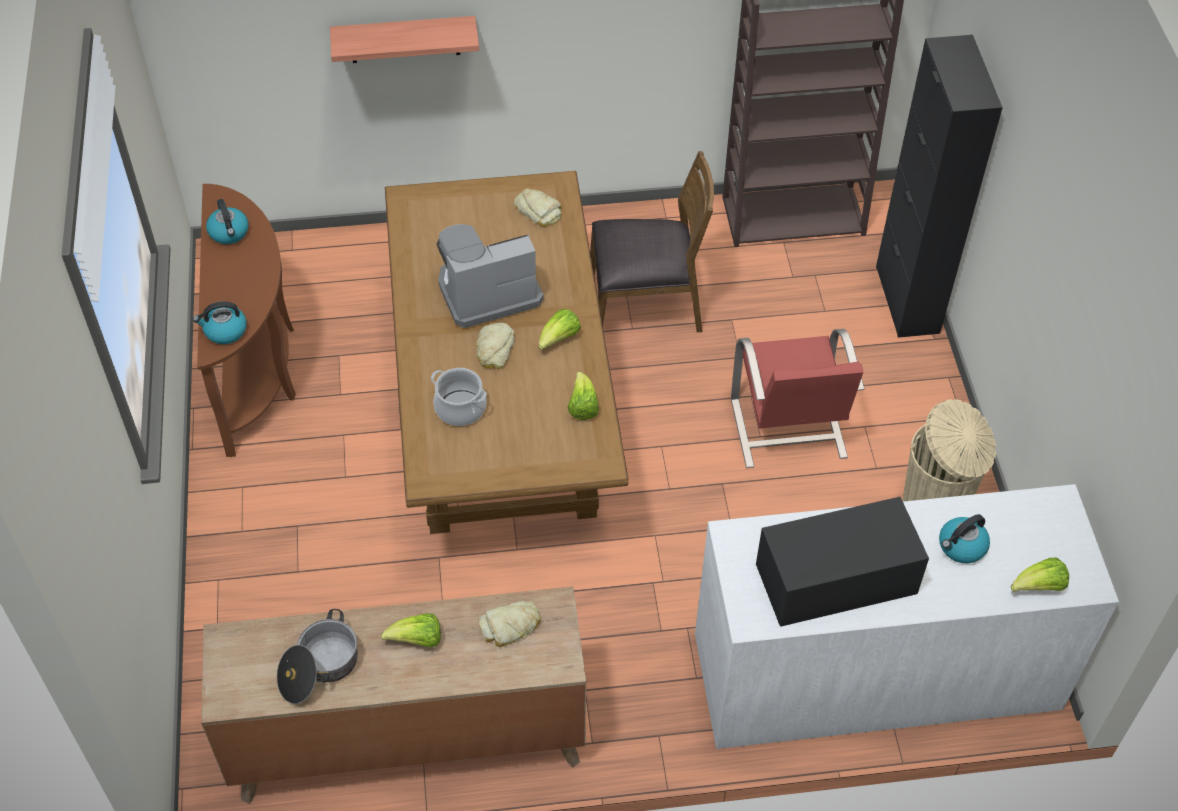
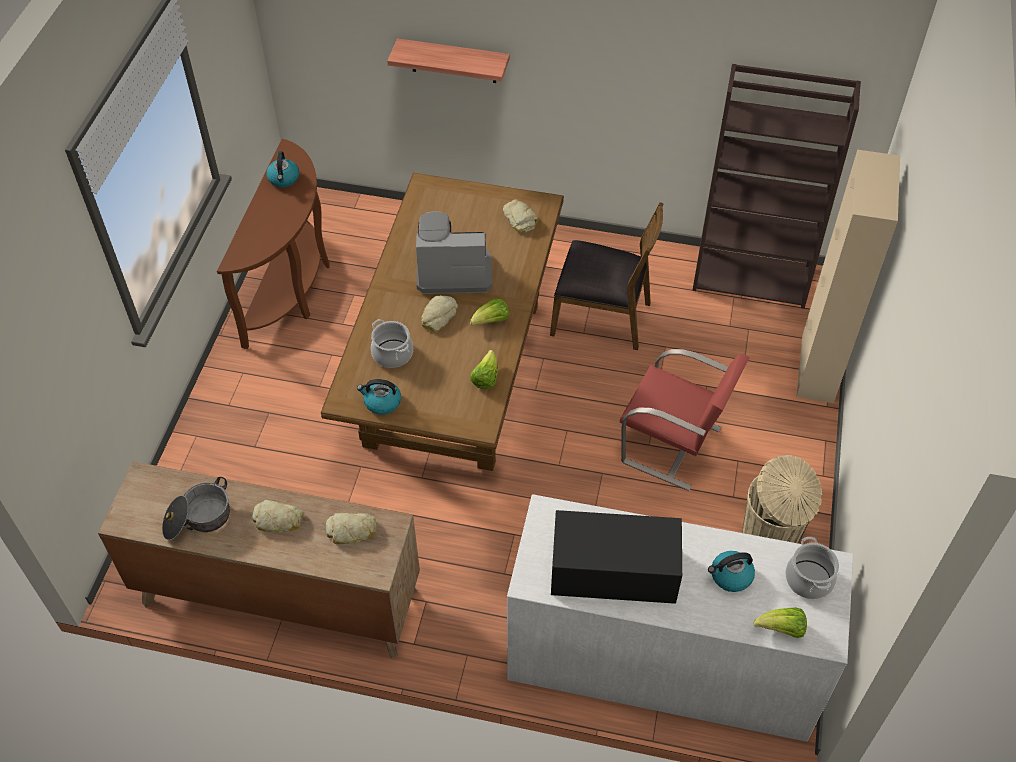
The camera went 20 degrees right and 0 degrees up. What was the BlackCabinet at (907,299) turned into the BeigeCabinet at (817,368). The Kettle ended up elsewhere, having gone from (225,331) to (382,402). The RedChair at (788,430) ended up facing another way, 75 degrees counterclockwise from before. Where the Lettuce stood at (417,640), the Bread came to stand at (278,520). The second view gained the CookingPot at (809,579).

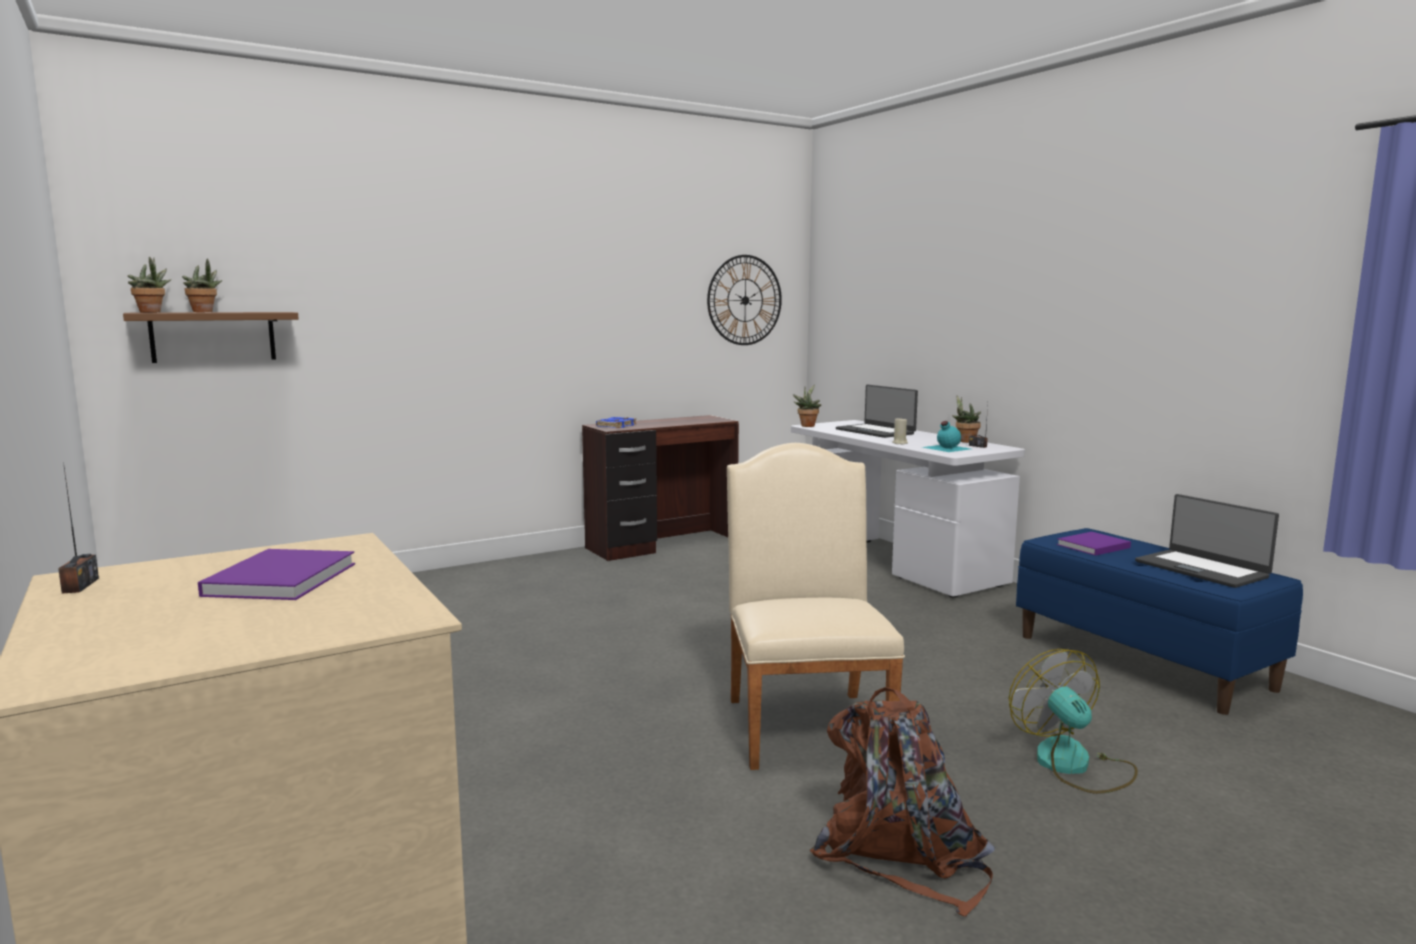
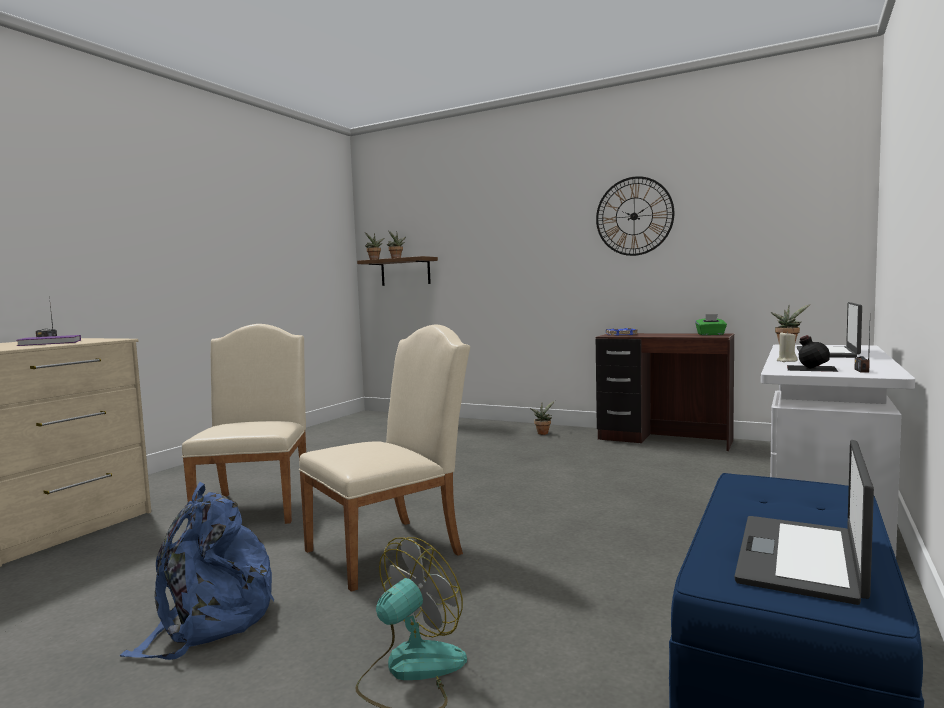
The camera went 60 degrees right and 5 degrees down. The WallClock ended up elsewhere, having gone from (745,300) to (634,216). The PottedPlant ended up elsewhere, having gone from (965,441) to (543,433). What was the TurquoiseBottle at (946,448) turned into the BlackBottle at (810,368). The second view lost the PurpleBook at (1092,546). What was the BrownBackpack at (901,853) turned into the BlueBackpack at (208,620). The second view gained the GreenTissueBox at (710,334). The second view gained the BeigeChair at (257,505).

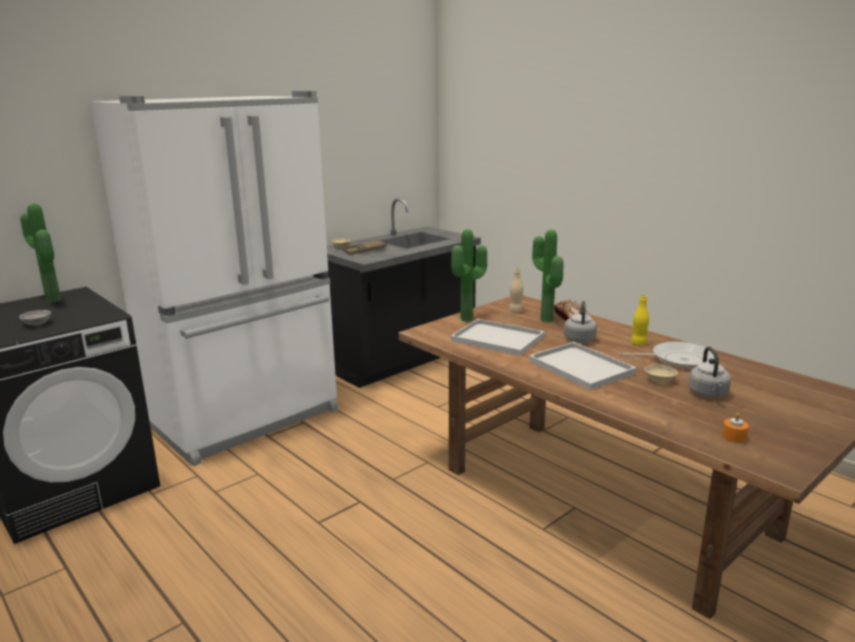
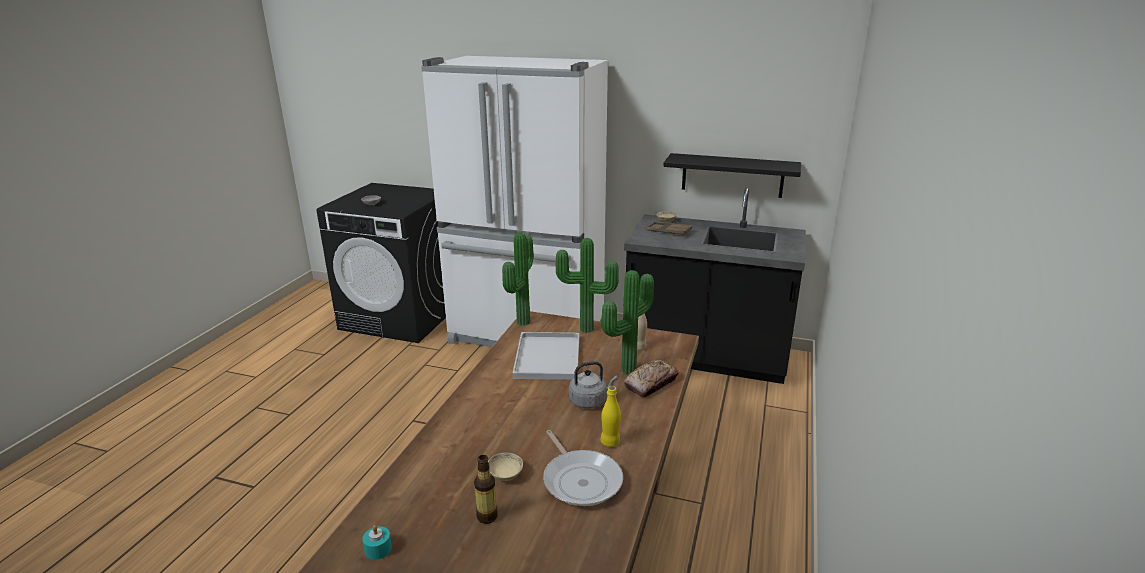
The camera went 60 degrees right and 5 degrees up. The PottedPlant ended up elsewhere, having gone from (50,301) to (520,322). The second view lost the WhiteTray at (583,367). Where the GreyKettle stood at (708,394), the Bottle came to stand at (487,516). What was the OrangeCandle at (734,437) turned into the TurquoiseCandle at (378,549). The second view gained the BlackShelf at (732,175).

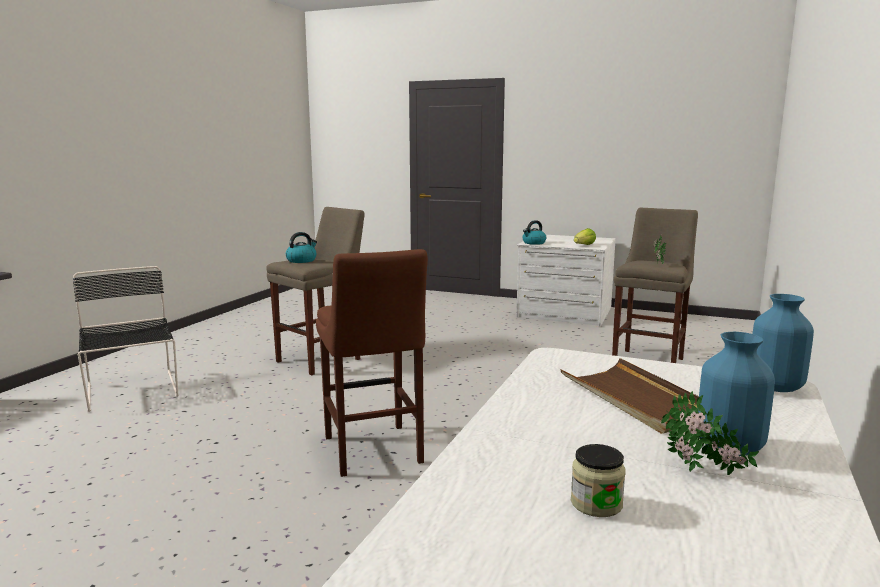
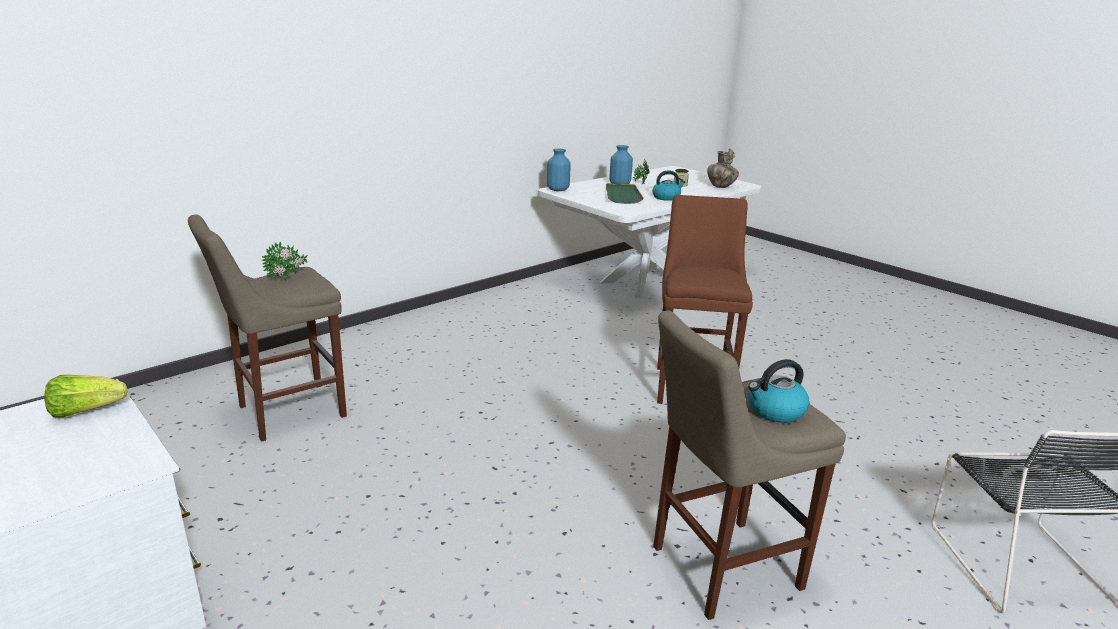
The camera went 155 degrees left and 10 degrees up. The Kettle ended up elsewhere, having gone from (533,243) to (666,197). What was the BrownTray at (637,399) turned into the GreenTray at (622,195). The second view gained the Vase at (720,186).

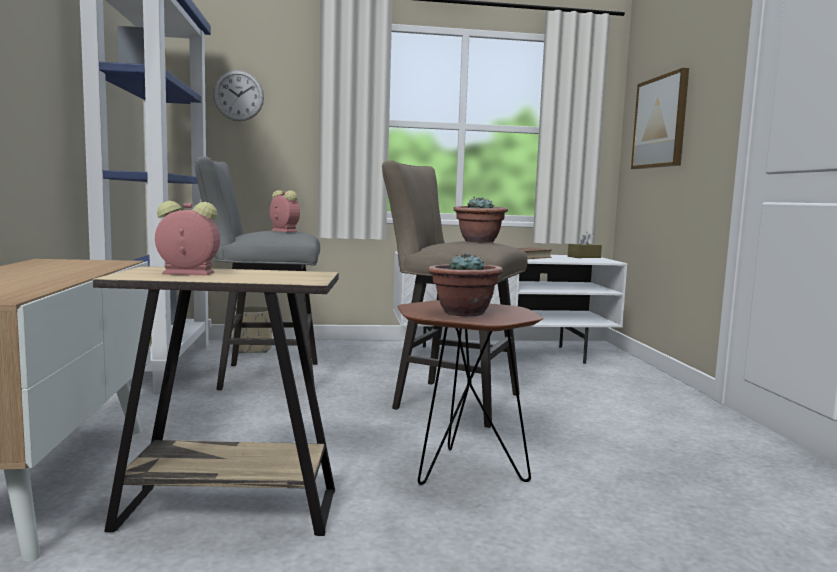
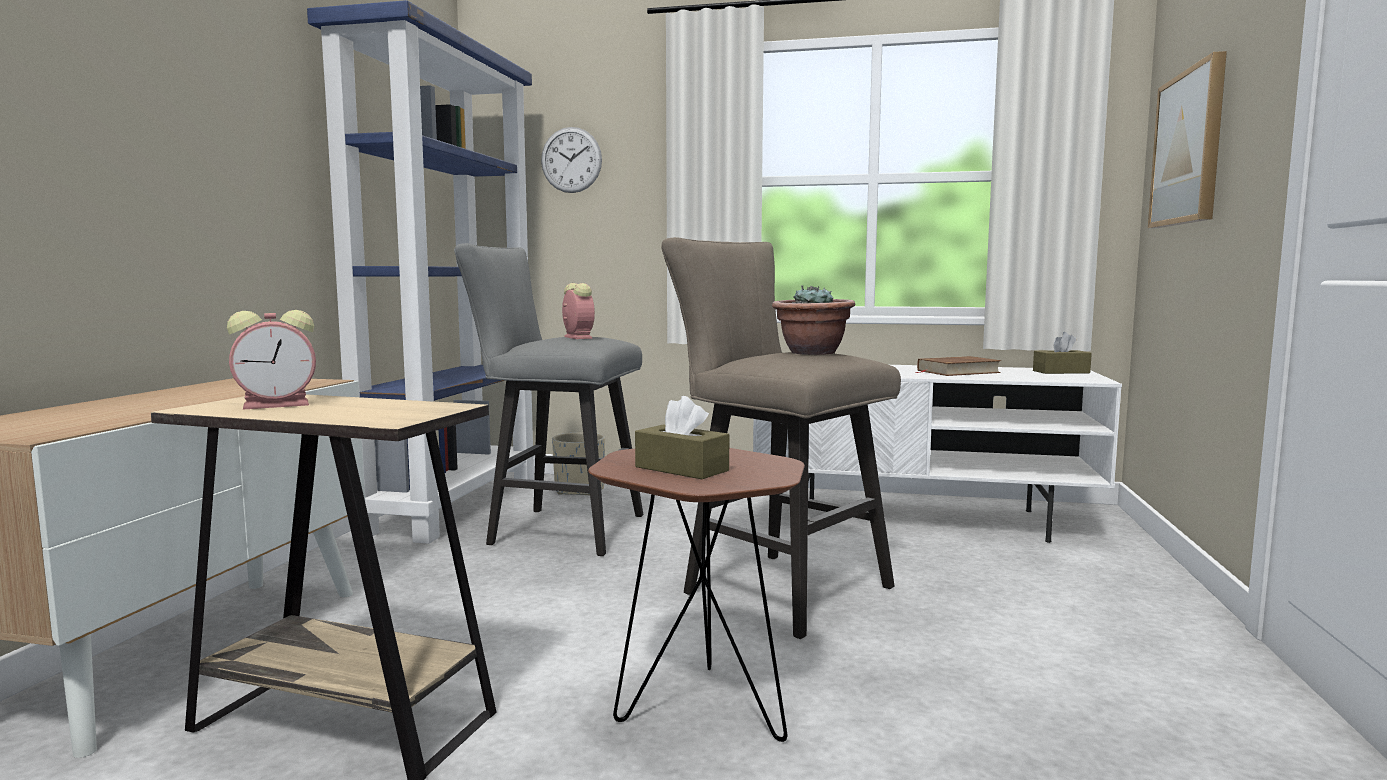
The camera went 20 degrees right and 0 degrees up. The AlarmClock at (186,273) ended up facing another way, 135 degrees clockwise from before. Where the PottedPlant stood at (463,313), the BrownTissueBox came to stand at (681,469).

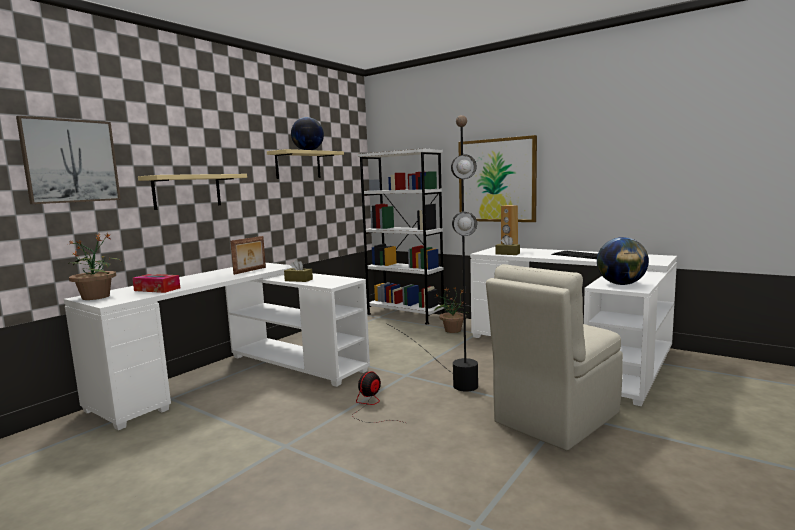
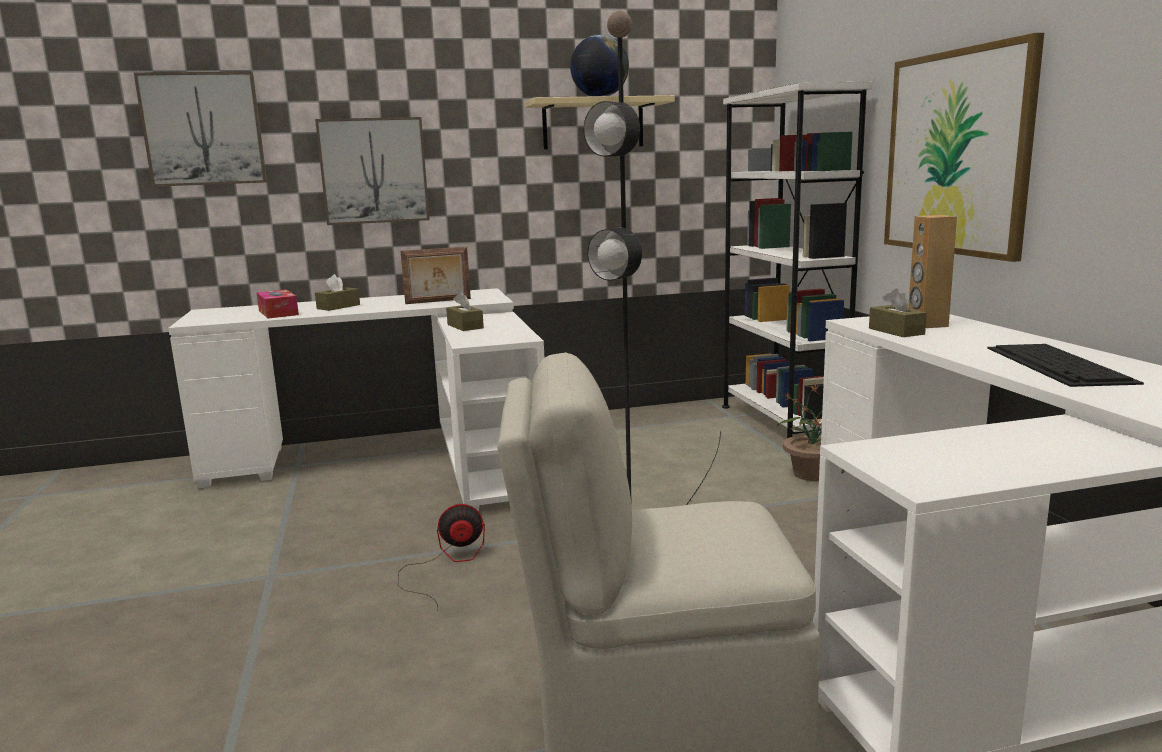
The camera went 40 degrees right and 5 degrees up. Where the BeigeShelf hung at (187,191), the Picture came to hang at (374,171). The second view lost the PottedPlant at (96,297). The second view lost the Globe at (621,284). The second view gained the BrownTissueBox at (338,307).

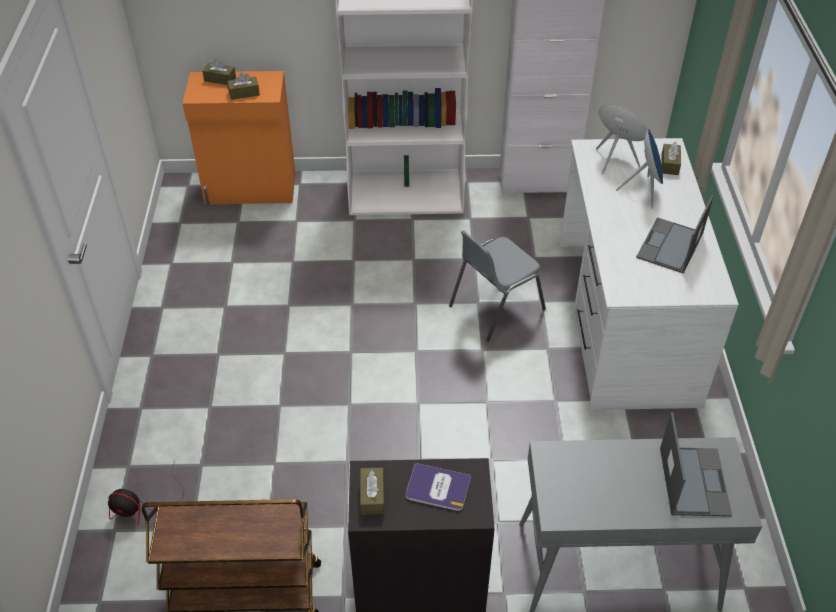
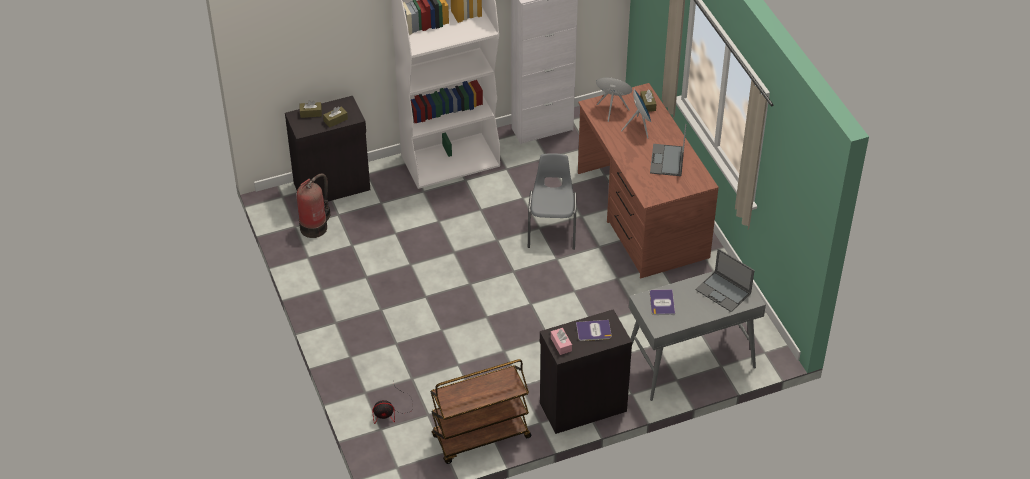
The camera went 20 degrees left and 0 degrees up. What was the OrangeCabinet at (251,189) turned into the BlackCabinet at (333,187). What was the WhiteDesk at (624,320) turned into the BrownDesk at (641,215). The GreyChair at (494,307) ended up facing another way, 150 degrees clockwise from before. The Laptop at (693,480) ended up facing another way, 150 degrees clockwise from before. What was the BrownTissueBox at (372,496) turned into the PinkTissueBox at (561,344). The second view gained the FireExtinguisher at (315,226). The second view gained the Book at (662,302).

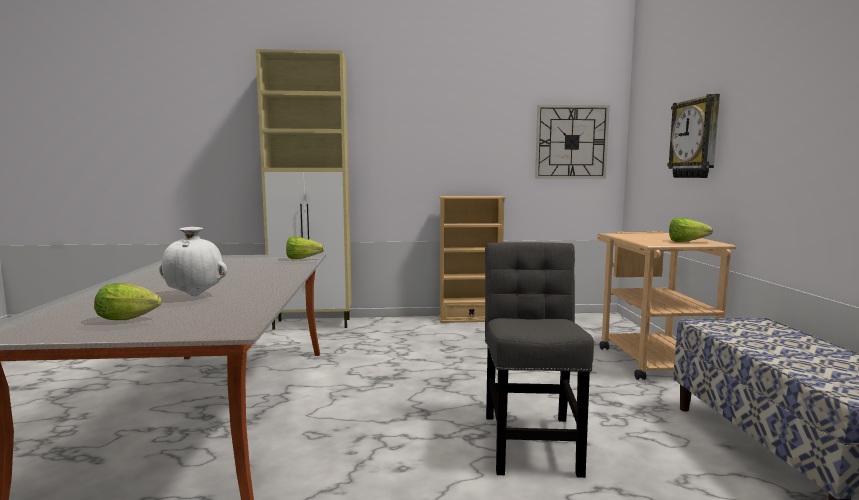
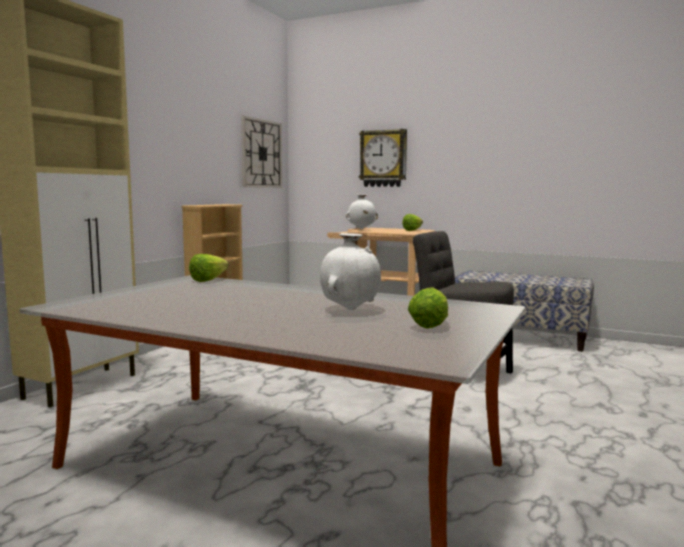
The camera went 60 degrees left and 0 degrees up. The second view gained the WhiteVase at (361,229).

